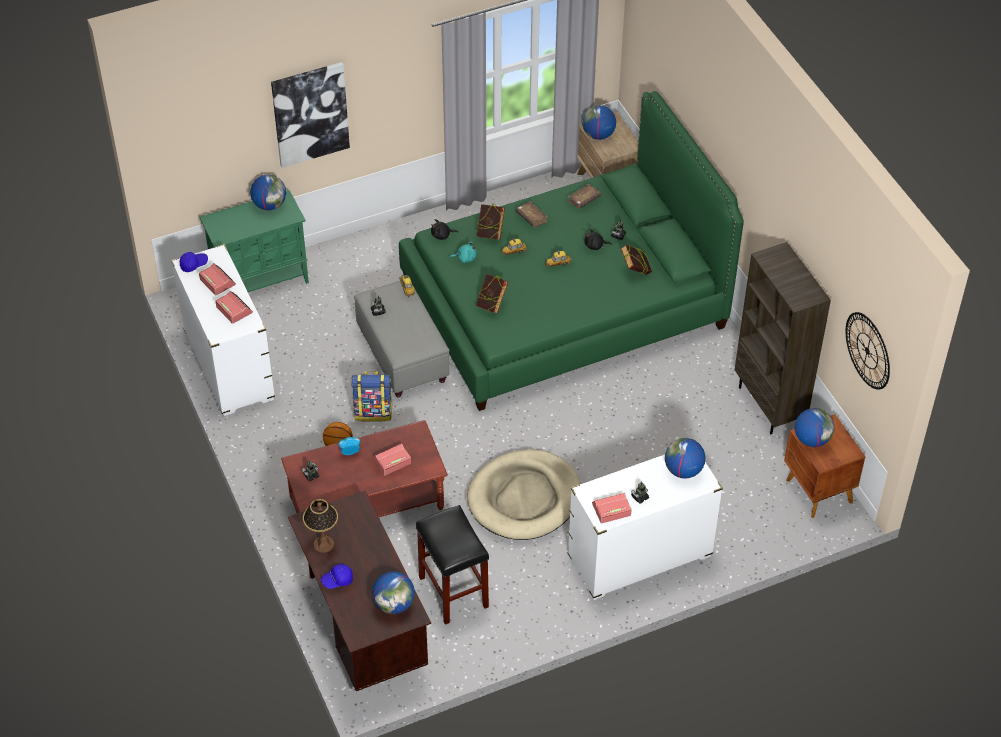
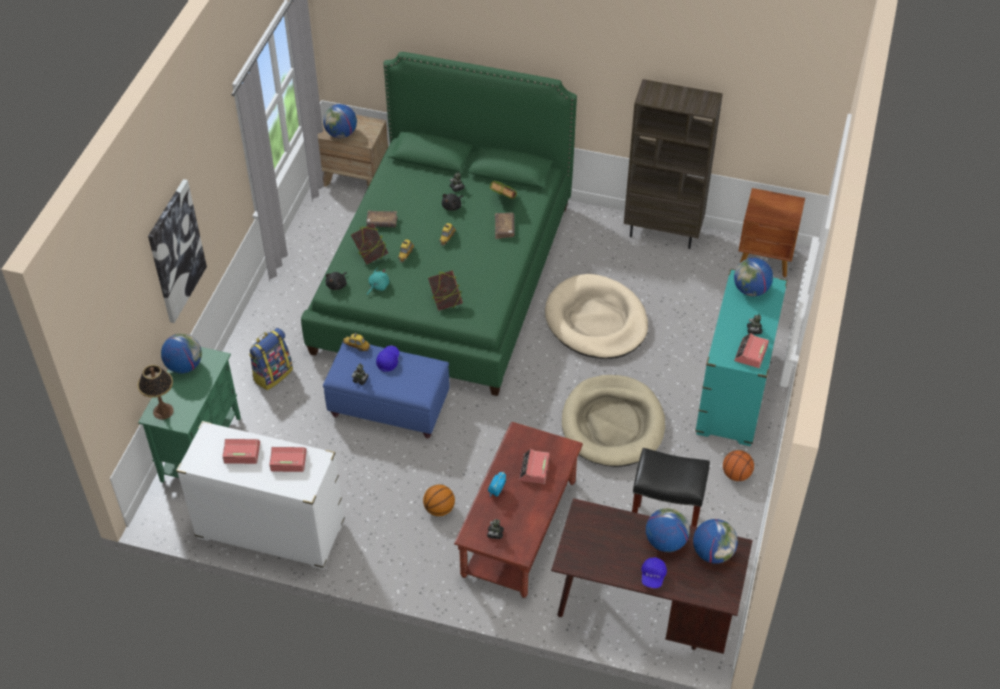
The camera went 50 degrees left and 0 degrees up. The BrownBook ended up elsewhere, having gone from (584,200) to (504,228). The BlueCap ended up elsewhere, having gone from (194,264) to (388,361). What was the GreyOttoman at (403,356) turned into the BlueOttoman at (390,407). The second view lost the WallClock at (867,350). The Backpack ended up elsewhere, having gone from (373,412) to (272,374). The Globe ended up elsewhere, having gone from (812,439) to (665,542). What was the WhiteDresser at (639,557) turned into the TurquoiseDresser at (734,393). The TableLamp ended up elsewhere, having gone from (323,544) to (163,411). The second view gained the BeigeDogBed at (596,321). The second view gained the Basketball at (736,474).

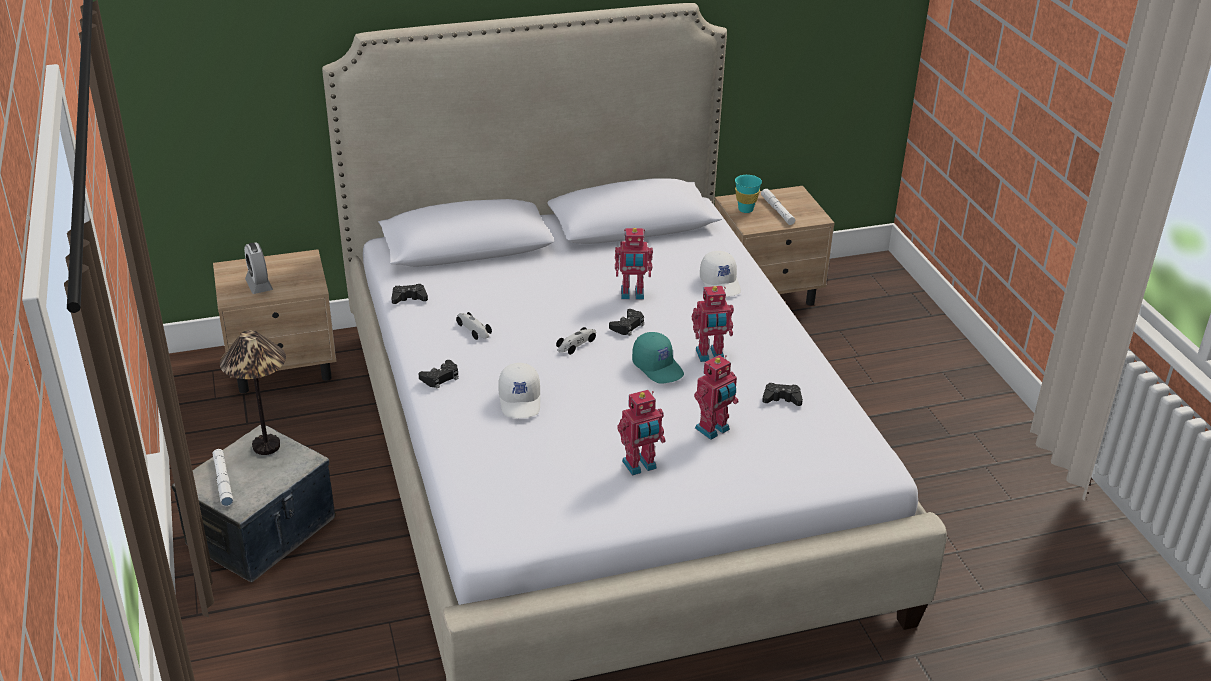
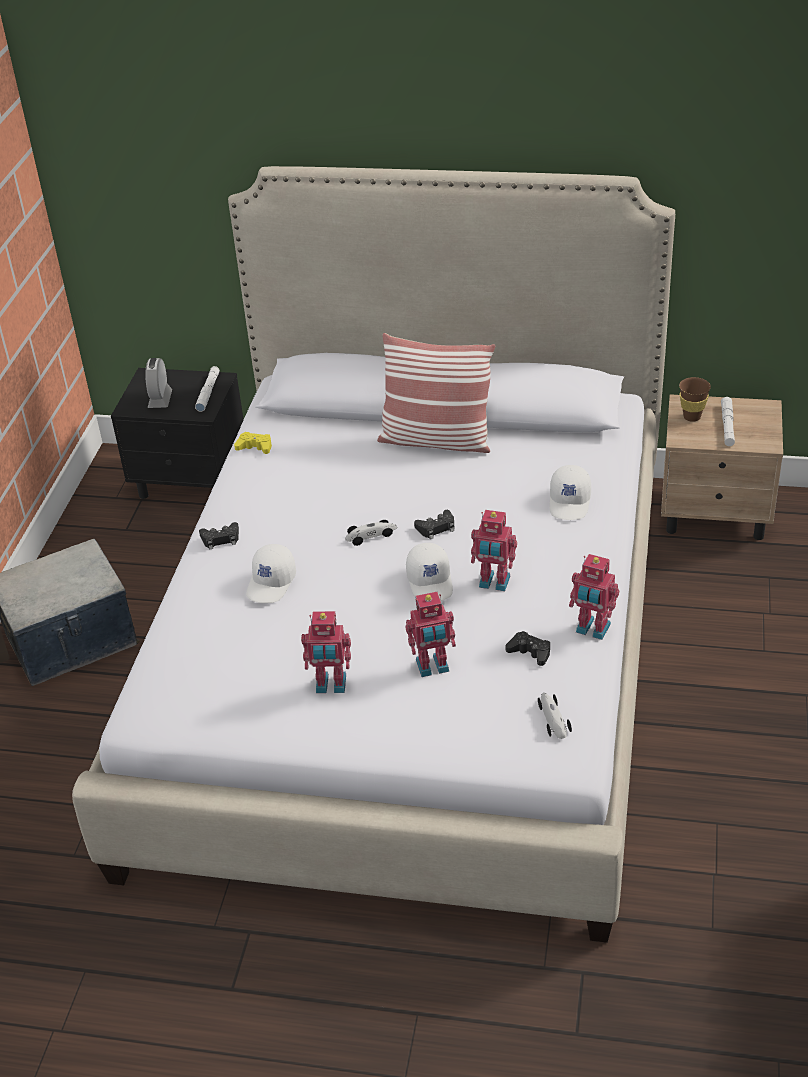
The camera went 30 degrees right and 5 degrees up. What was the TurquoiseCup at (745,209) turned into the BrownCup at (692,417). The ToyRobot ended up elsewhere, having gone from (632,295) to (592,629). What was the BeigeNightstand at (284,366) turned into the BlackNightstand at (192,480). What was the BlackGameController at (409,298) turned into the YellowGameController at (255,447). The ToyCar ended up elsewhere, having gone from (472,329) to (552,718). The second view lost the TableLamp at (266,447). What was the TurquoiseCap at (658,367) turned into the WhiteCap at (431,582). The WhiteFlashlight ended up elsewhere, having gone from (223,481) to (208,392). The second view gained the Pillow at (436,440).

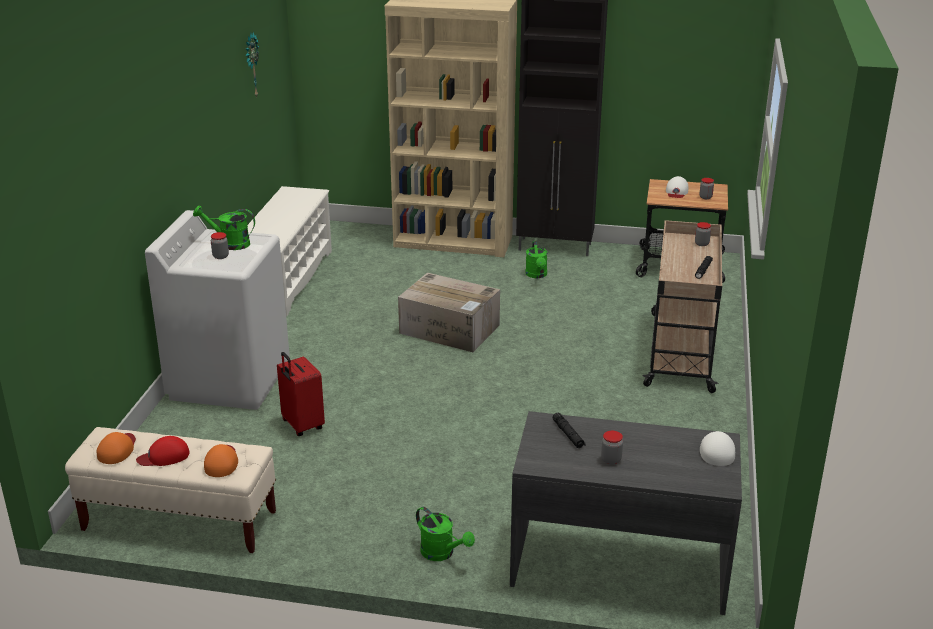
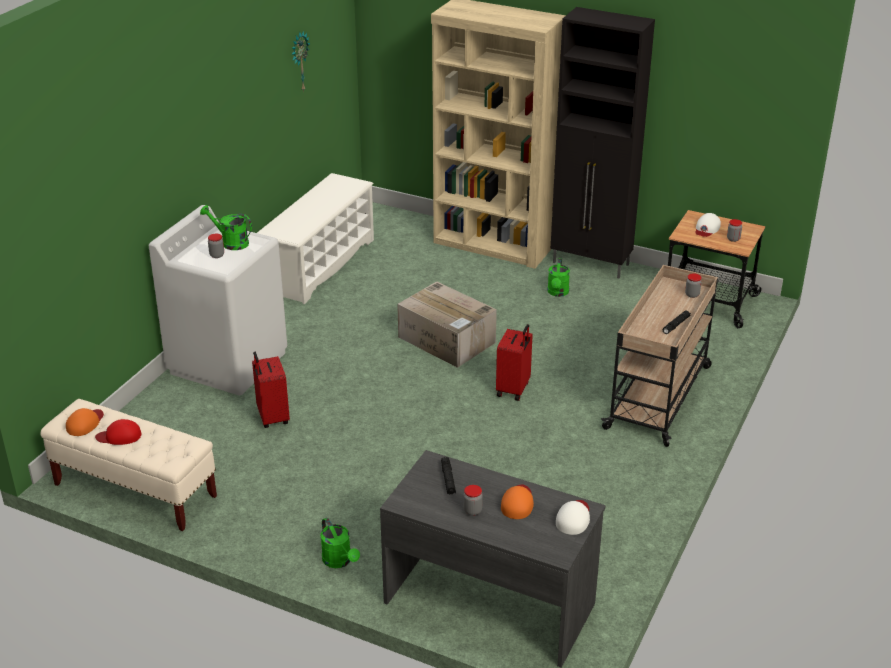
The camera went 15 degrees right and 5 degrees up. The OrangeCap ended up elsewhere, having gone from (222,462) to (517,503). The second view gained the RedSuitcase at (514,389).

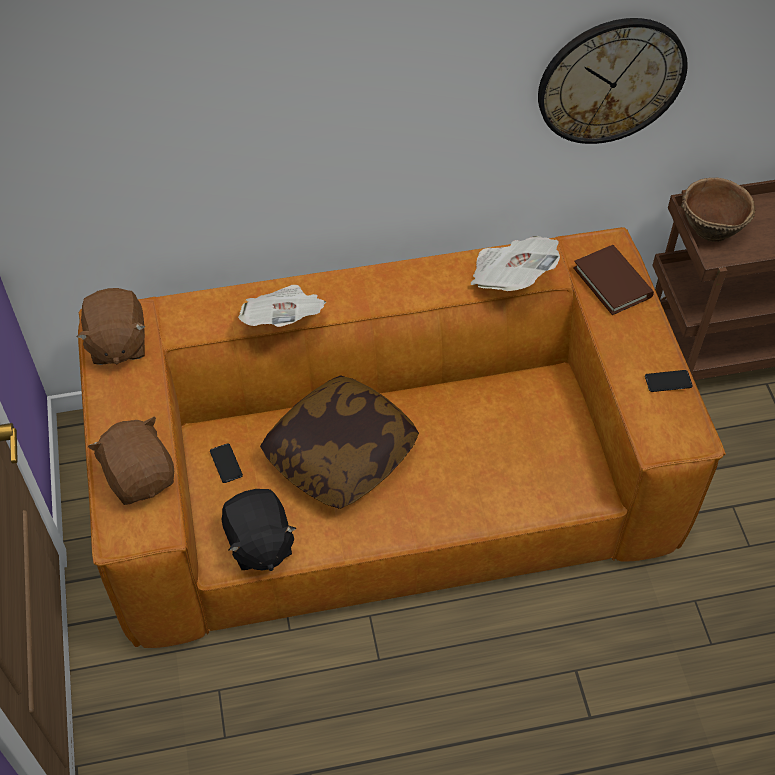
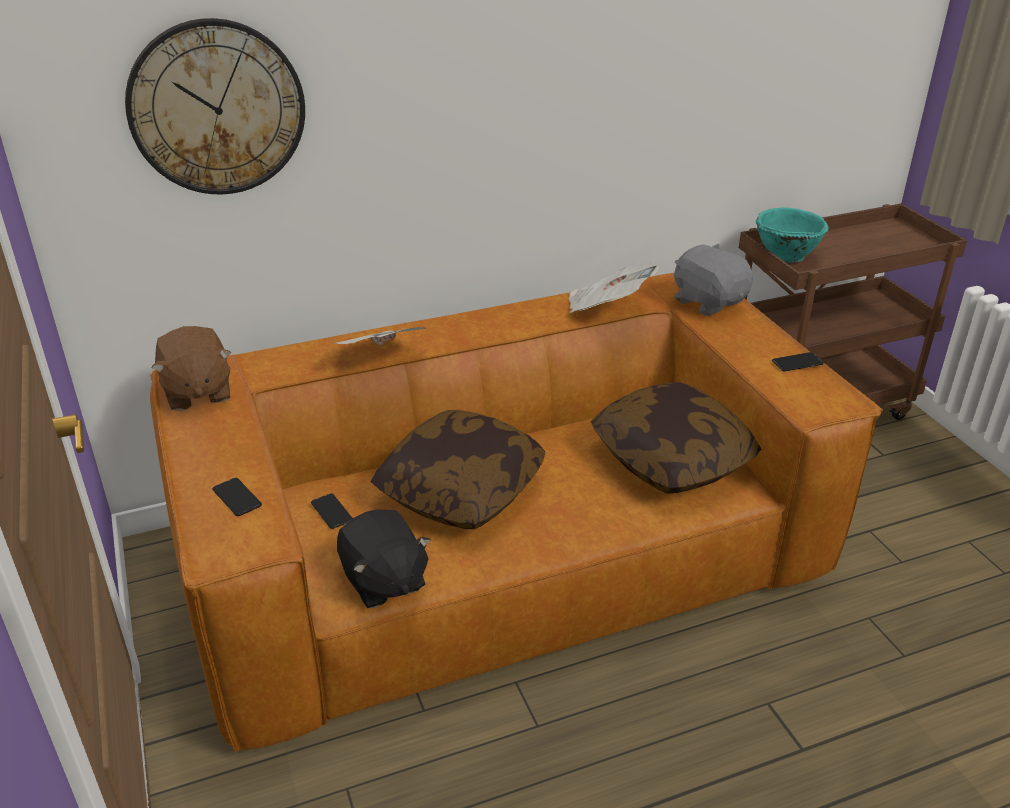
The camera went 10 degrees left and 20 degrees down. The WallClock ended up elsewhere, having gone from (611,81) to (217,108). What was the BrownBowl at (710,228) turned into the TurquoiseBowl at (785,255). Where the BrownBook stood at (612,282), the GreyPlushToy came to stand at (708,302). Where the BrownPlushToy stood at (140,476), the Phone came to stand at (237,497). The second view gained the Pillow at (672,458).

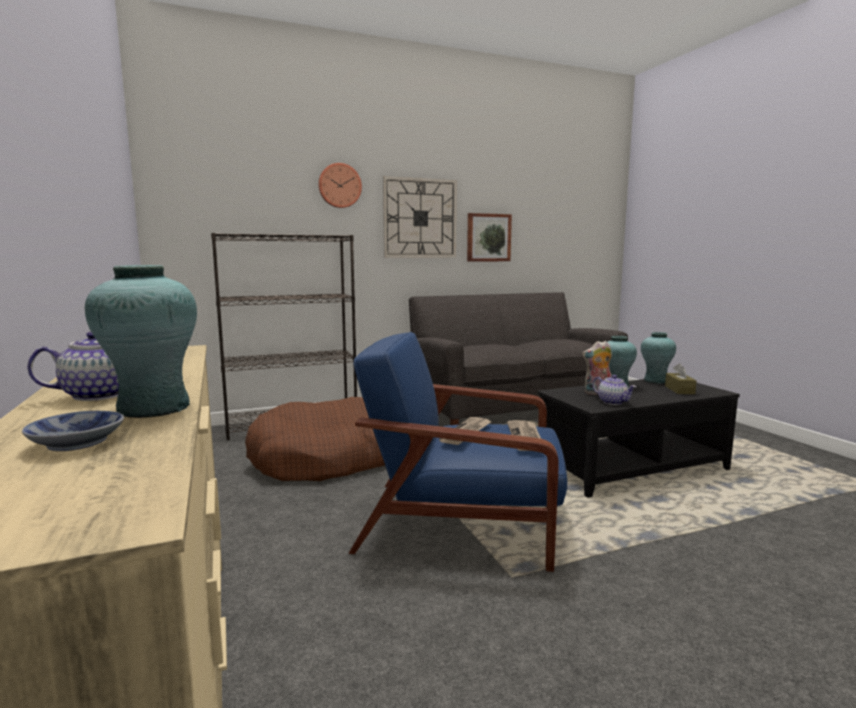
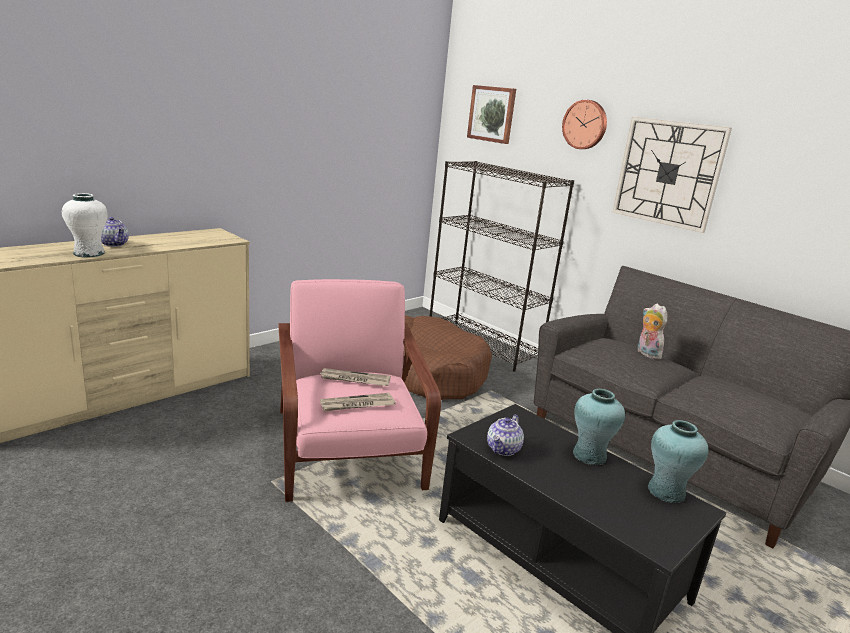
The camera went 65 degrees right and 10 degrees up. The Picture ended up elsewhere, having gone from (488,237) to (492,114). What was the TurquoiseVase at (153,408) turned into the WhiteVase at (88,253). What was the BlueArmchair at (462,522) turned into the PinkArmchair at (348,450). The PlushToy ended up elsewhere, having gone from (597,393) to (646,354). The second view lost the BrownTissueBox at (679,390). The second view lost the Bowl at (79,443).

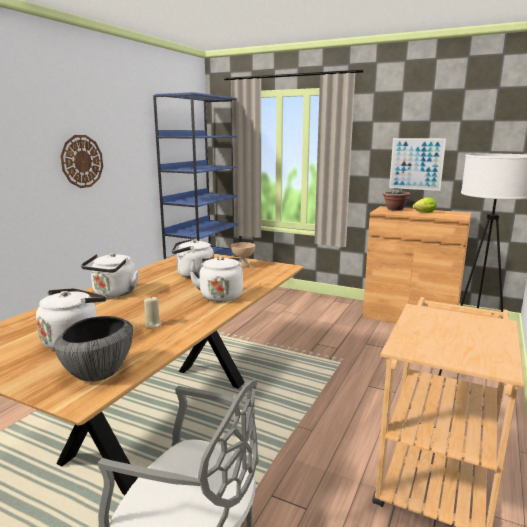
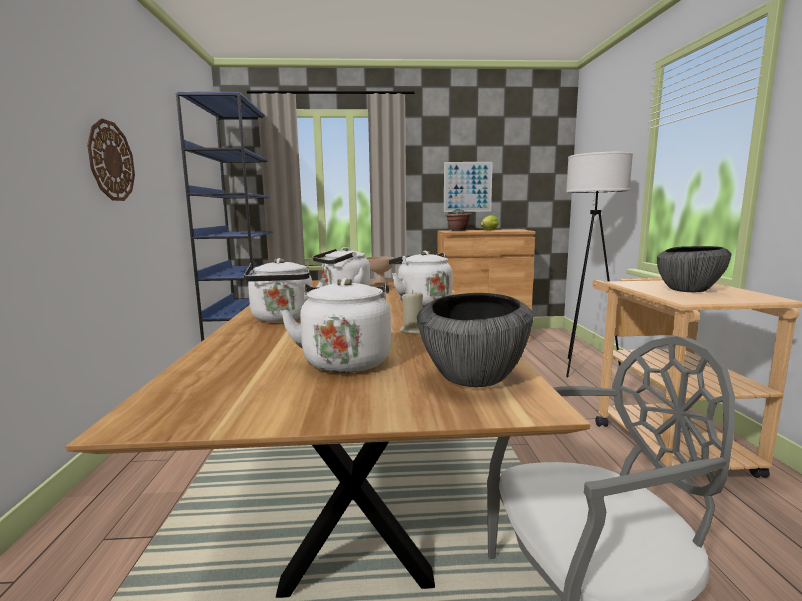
The camera went 30 degrees left and 5 degrees down. The second view gained the Bowl at (688,290).

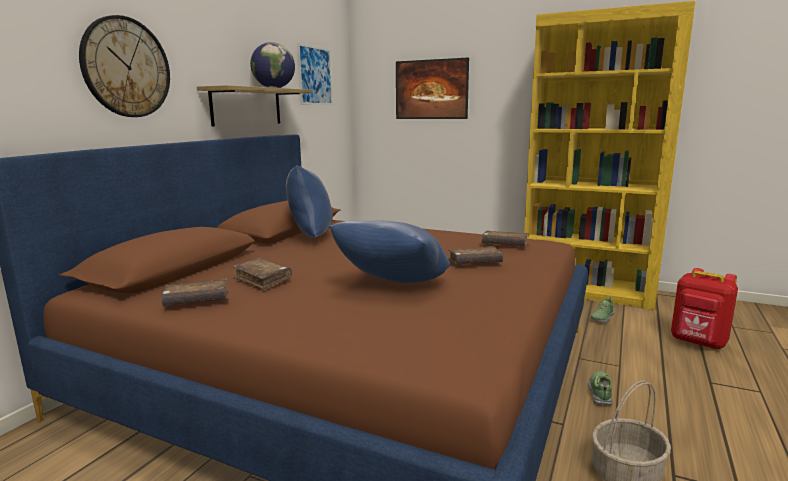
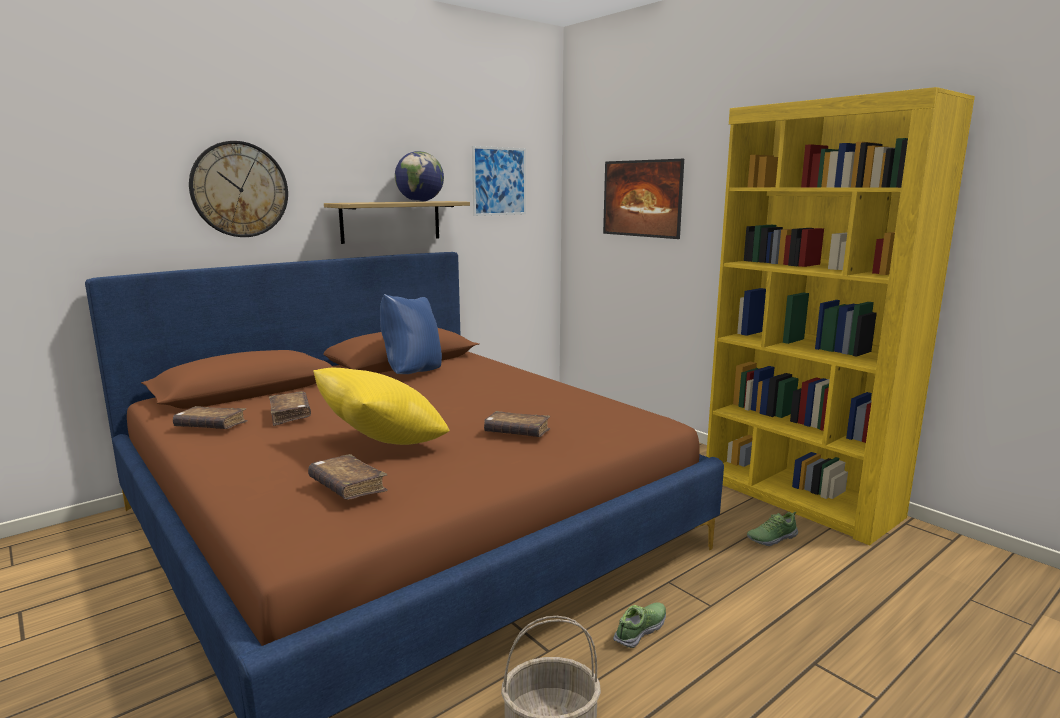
The camera went 25 degrees right and 0 degrees up. What was the BluePillow at (393,286) turned into the YellowPillow at (382,444). The BrownBook ended up elsewhere, having gone from (504,245) to (348,487). The second view lost the RedBackpack at (698,343).

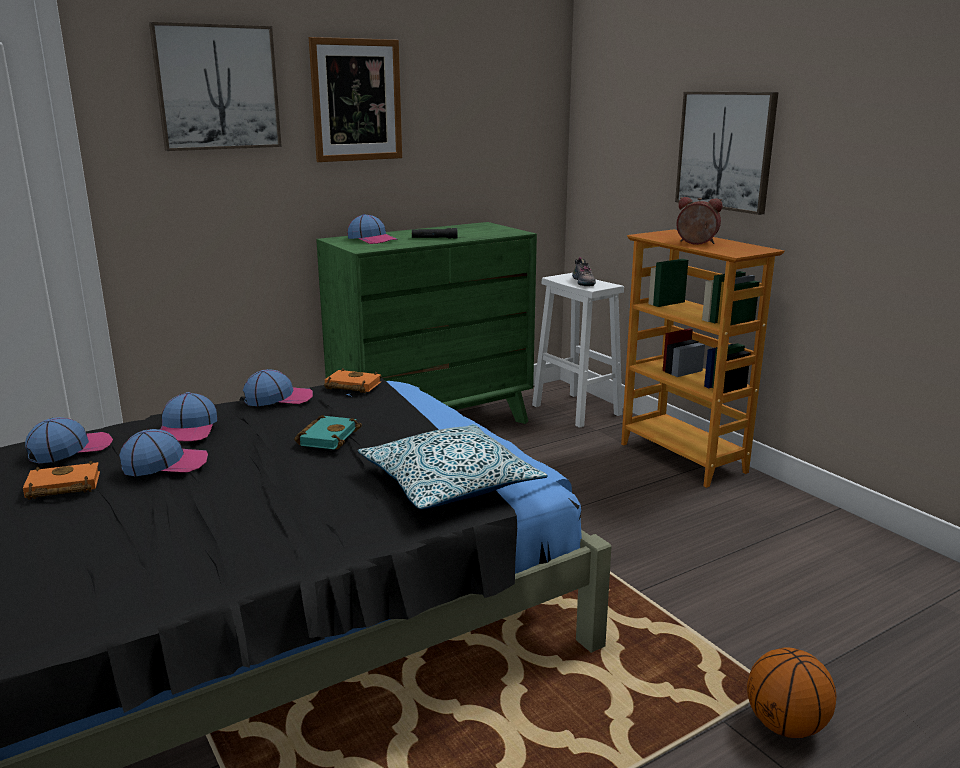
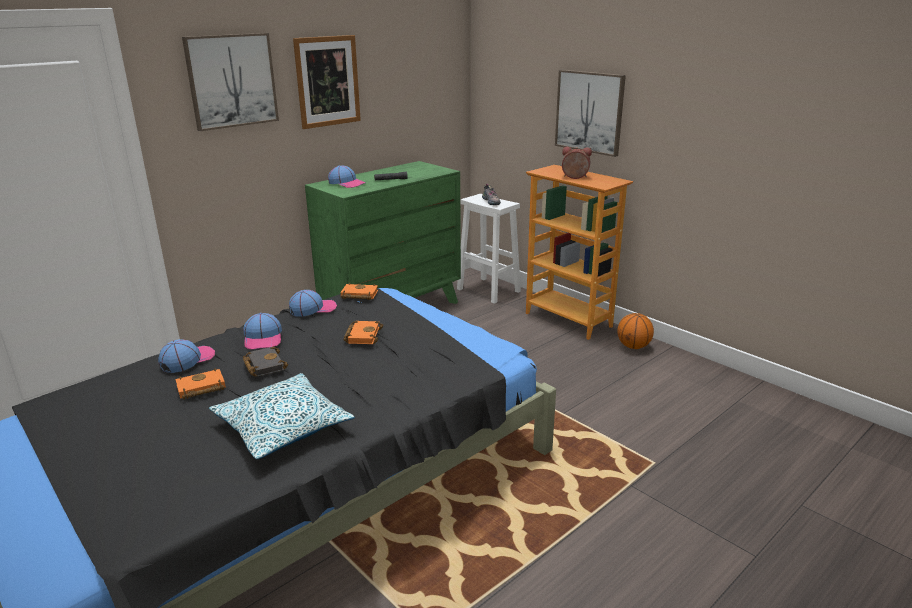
The camera went 10 degrees left and 5 degrees up. What was the TurquoiseBook at (327,437) turned into the OrangeBook at (362,335). The Pillow ended up elsewhere, having gone from (449,484) to (283,427). Where the Cap stood at (165,463), the BlackBook came to stand at (263,365). The Basketball ended up elsewhere, having gone from (786,726) to (633,346).

